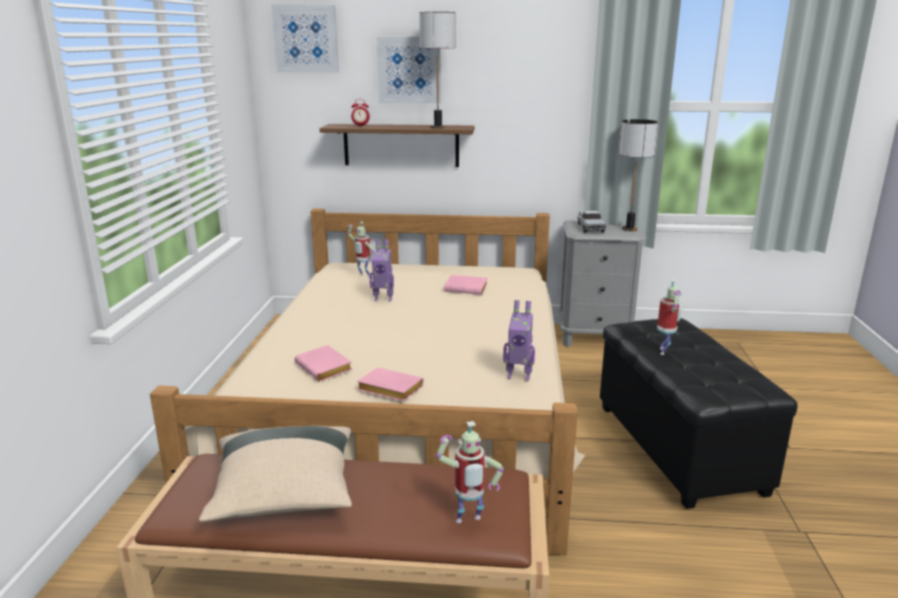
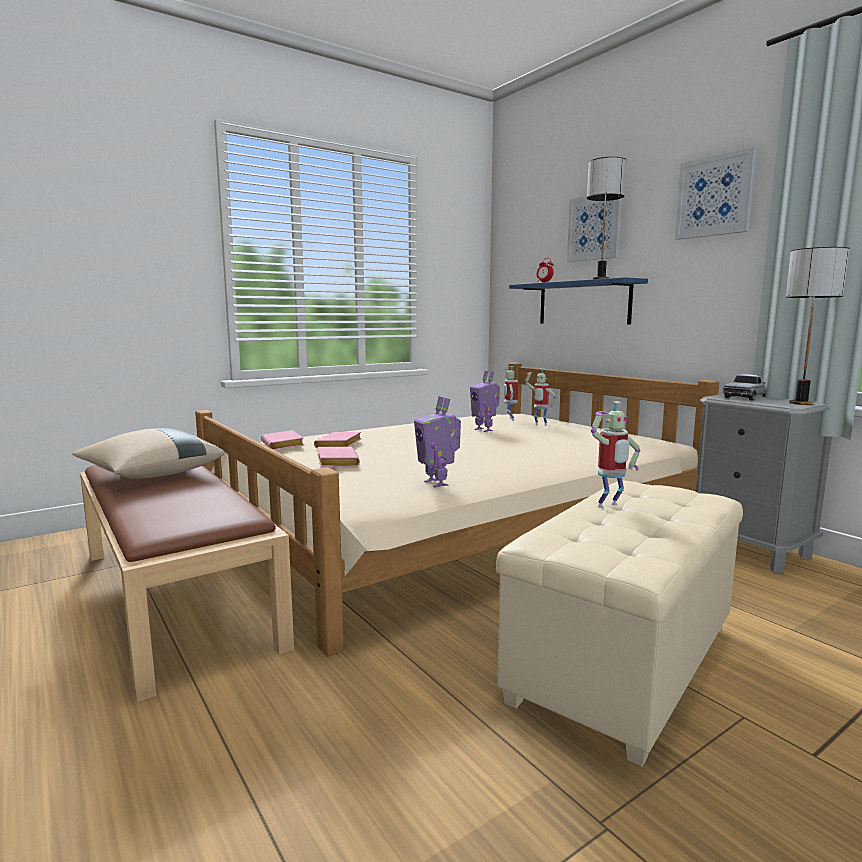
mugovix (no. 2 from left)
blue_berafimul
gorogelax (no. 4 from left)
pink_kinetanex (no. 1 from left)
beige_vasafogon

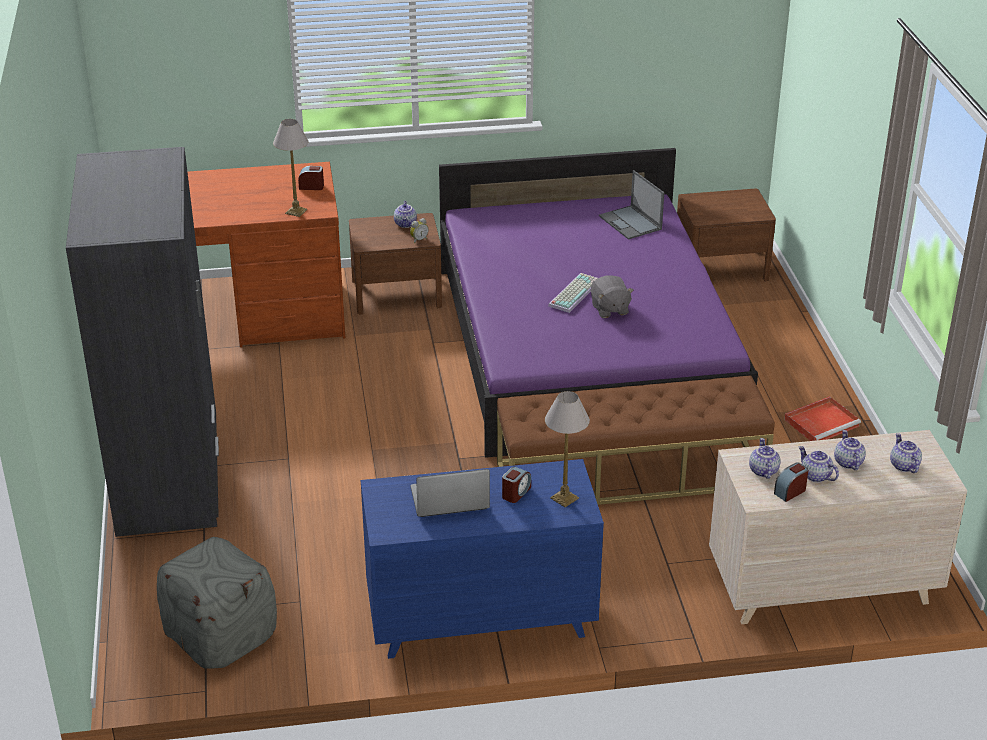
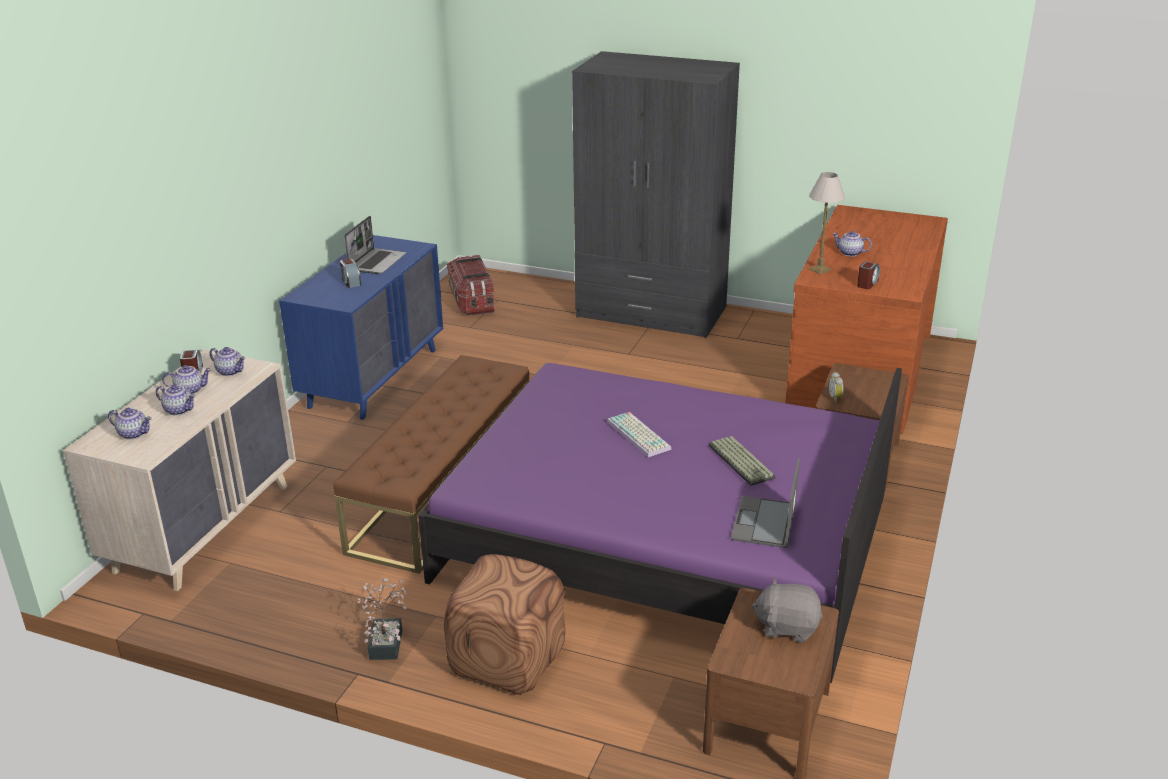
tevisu
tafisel (no. 5 from left)
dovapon (no. 2 from left in the first image)
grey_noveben
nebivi (no. 2 from left)
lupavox
brown_vasafogon
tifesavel (no. 2 from left)

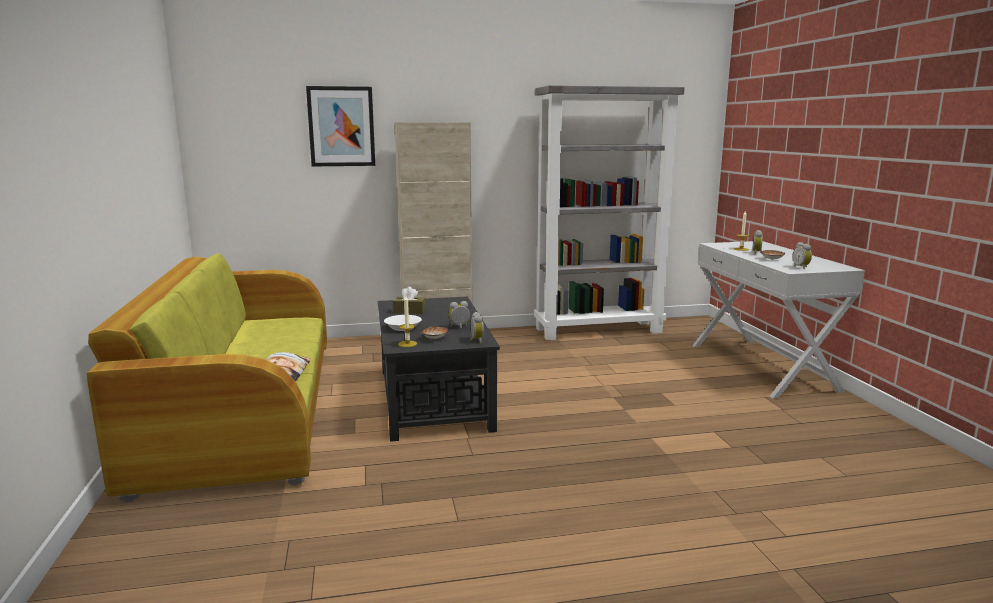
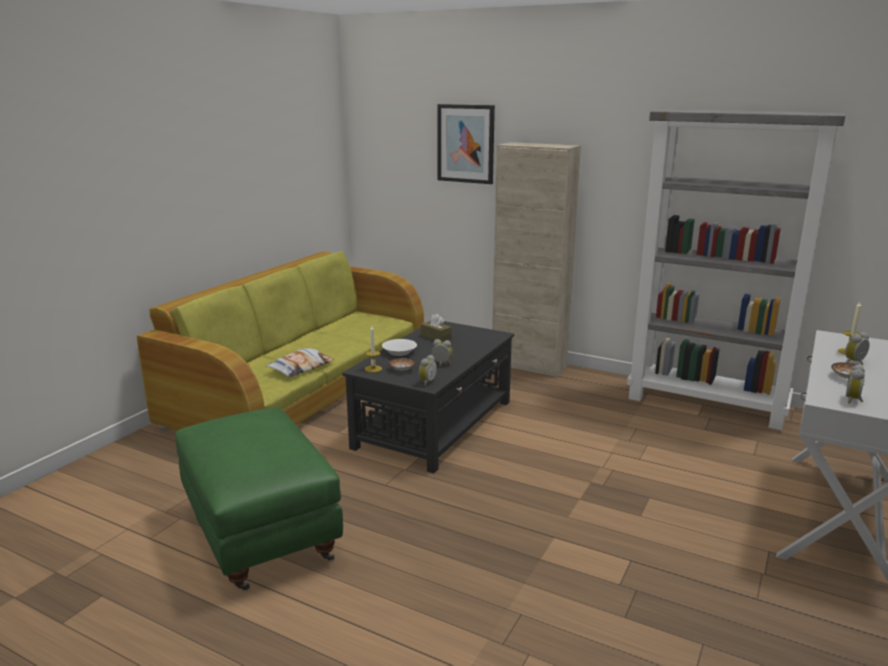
green_vasafogon

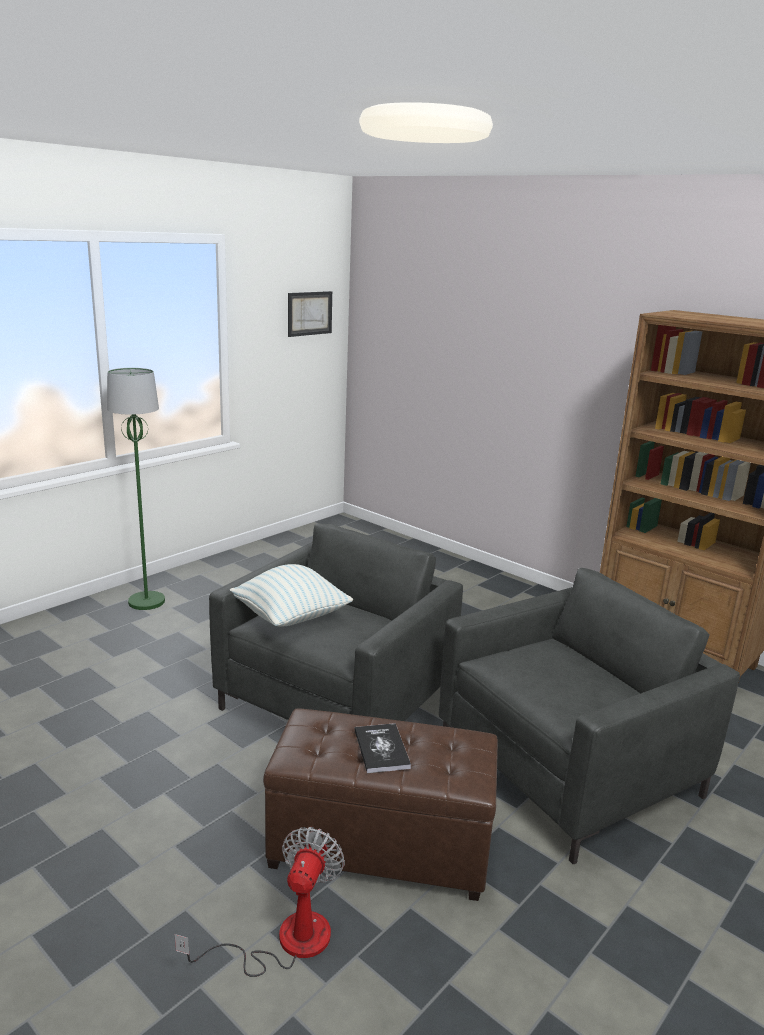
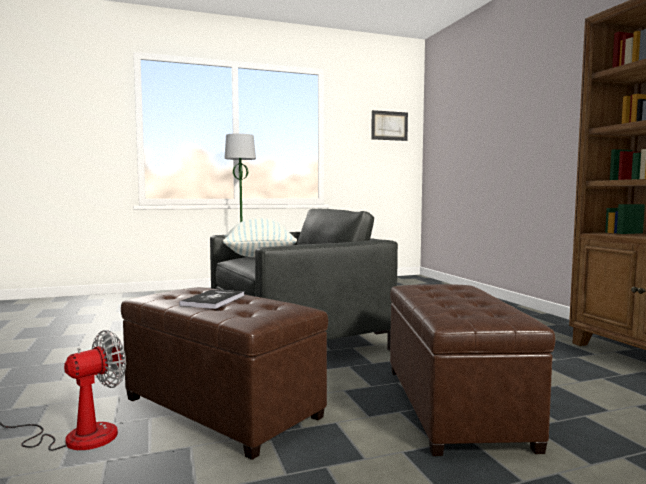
brown_vasafogon (no. 2 from left)

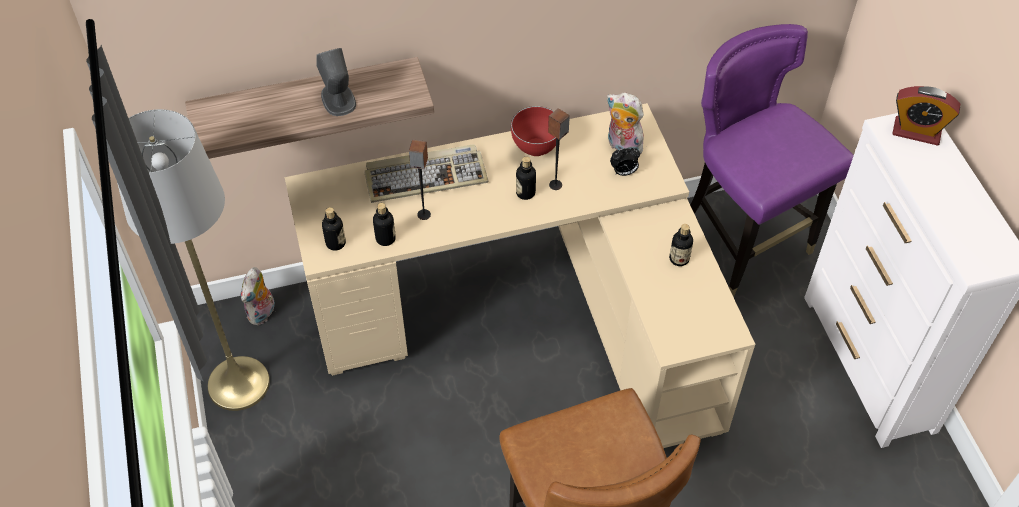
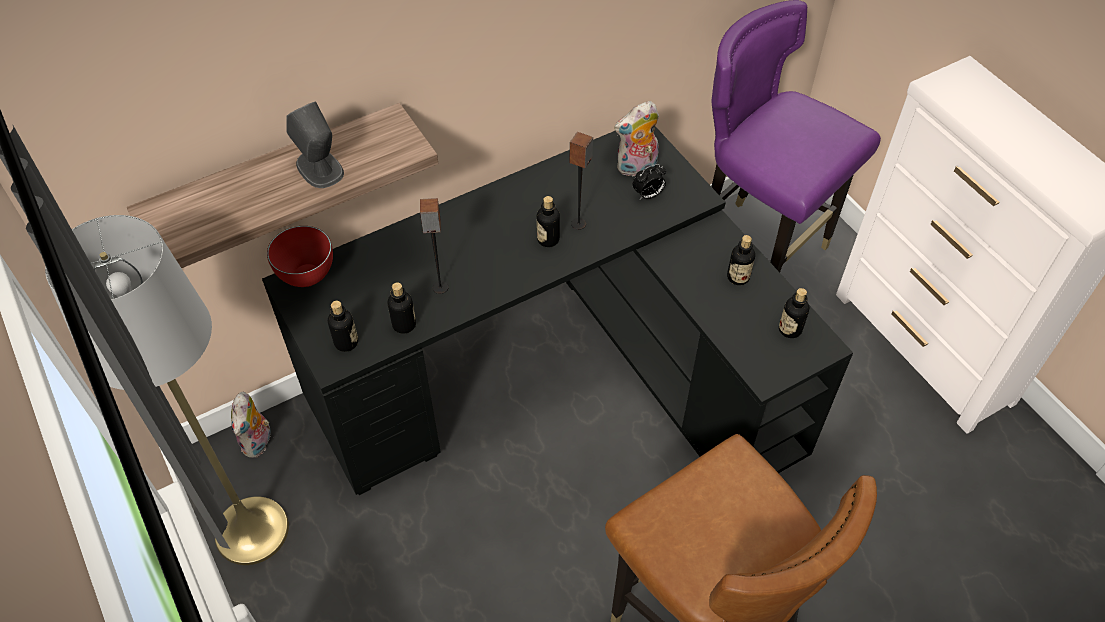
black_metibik
tifesavel
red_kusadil
noveben (no. 2 from left)
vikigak (no. 2 from left in the first image)
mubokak (no. 5 from left)

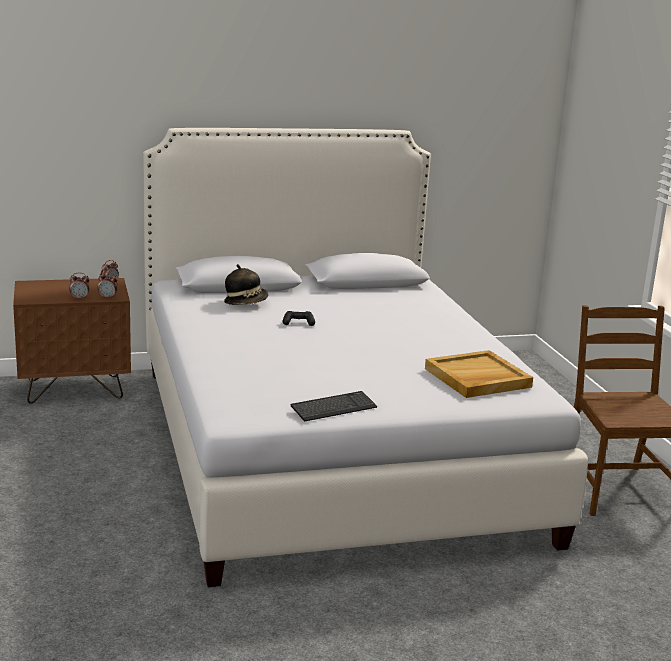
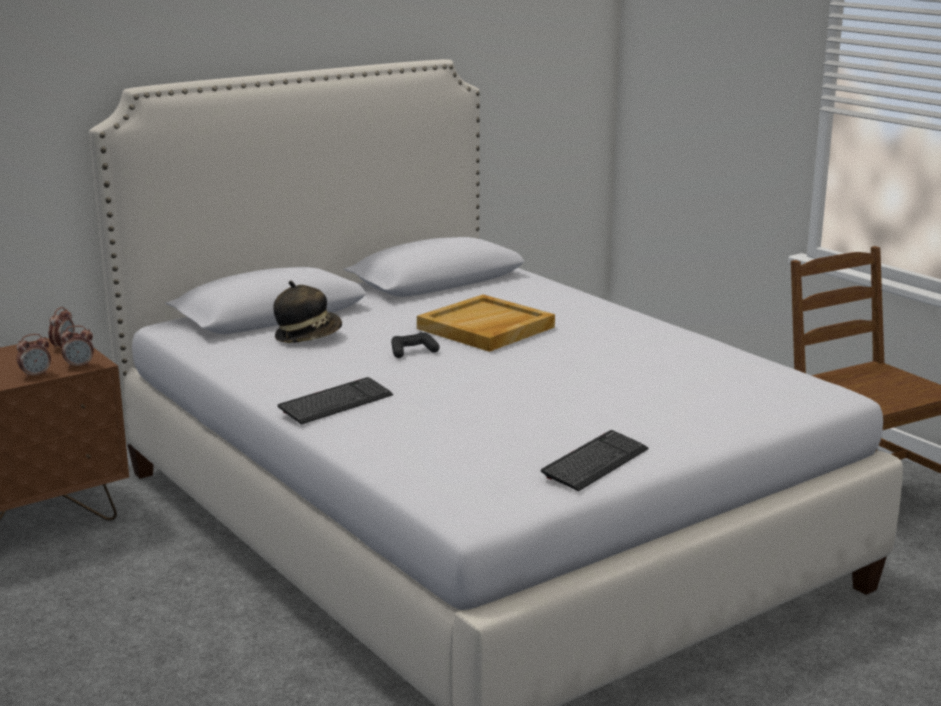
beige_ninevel
tifesavel (no. 1 from left)

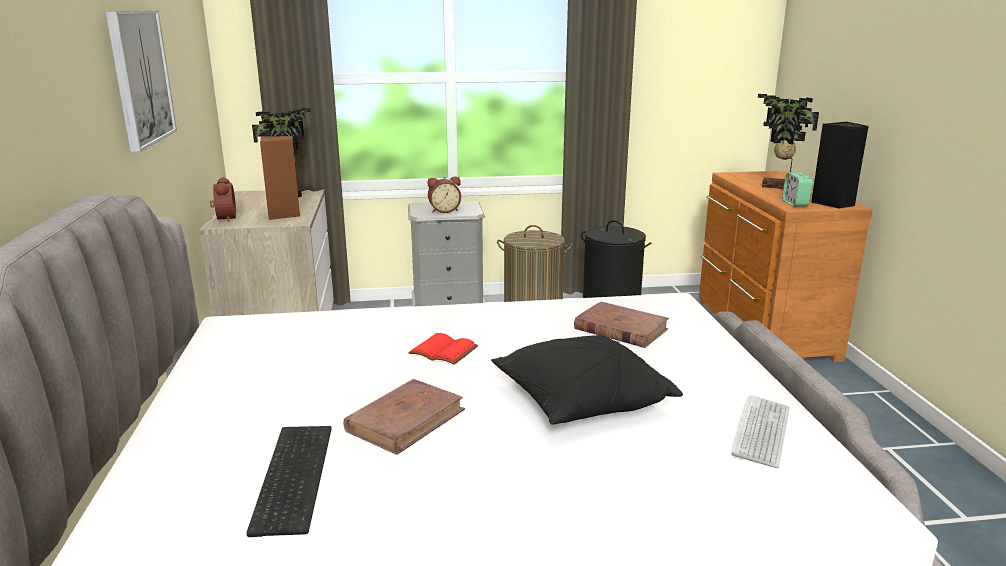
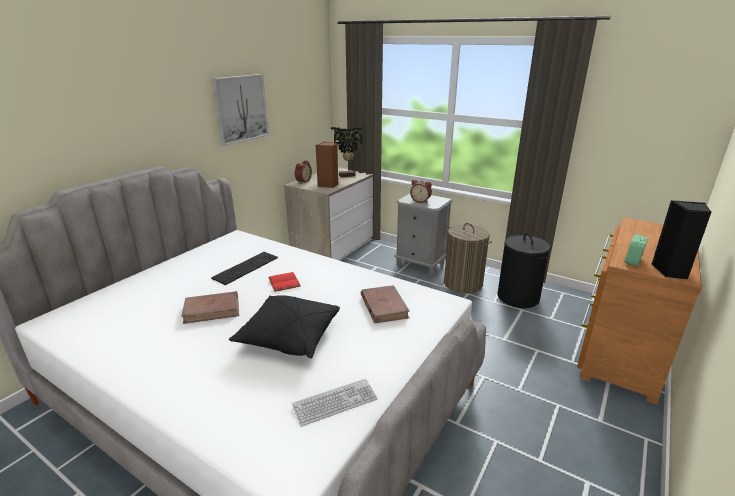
tifesavel (no. 1 from left)
lupavox (no. 2 from left in the first image)

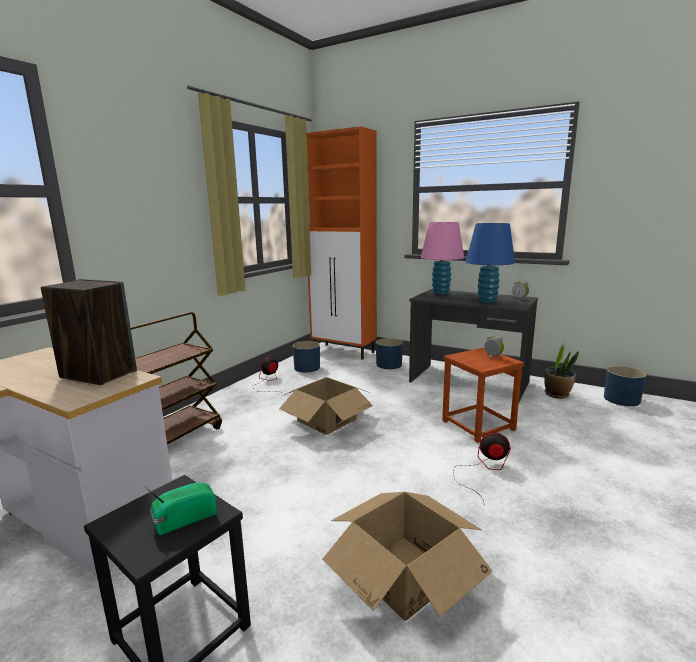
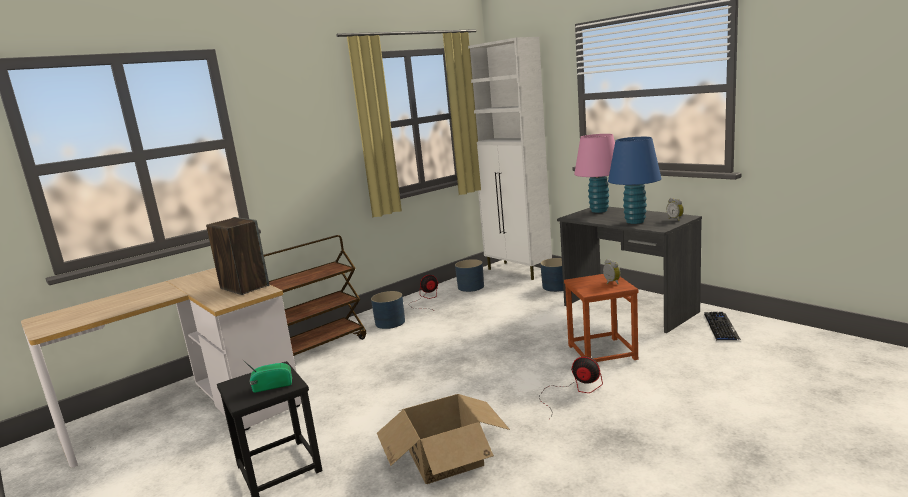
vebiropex (no. 1 from left in the first image)
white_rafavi
tifesavel
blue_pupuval (no. 1 from left)

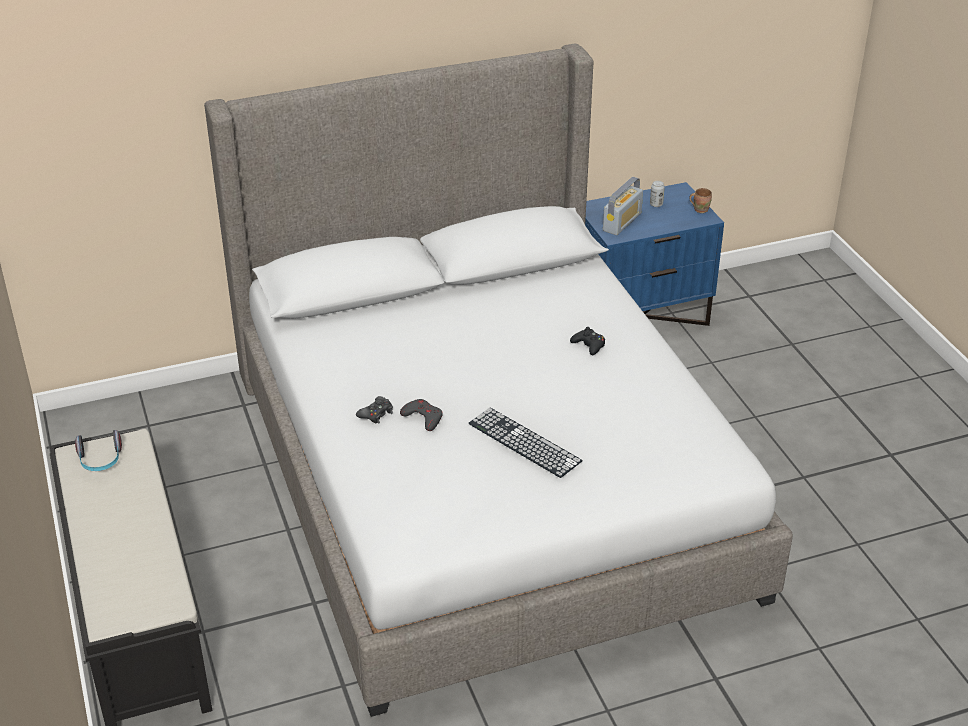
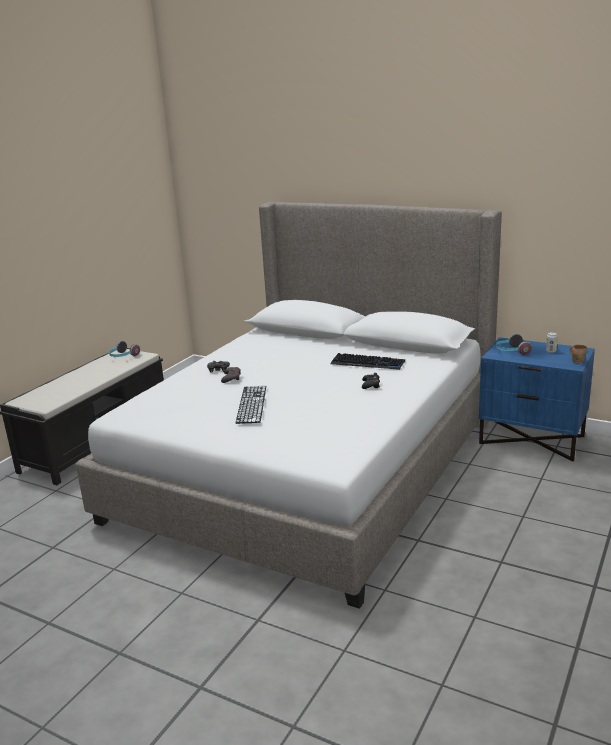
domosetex (no. 2 from left)
tifesavel (no. 2 from left)

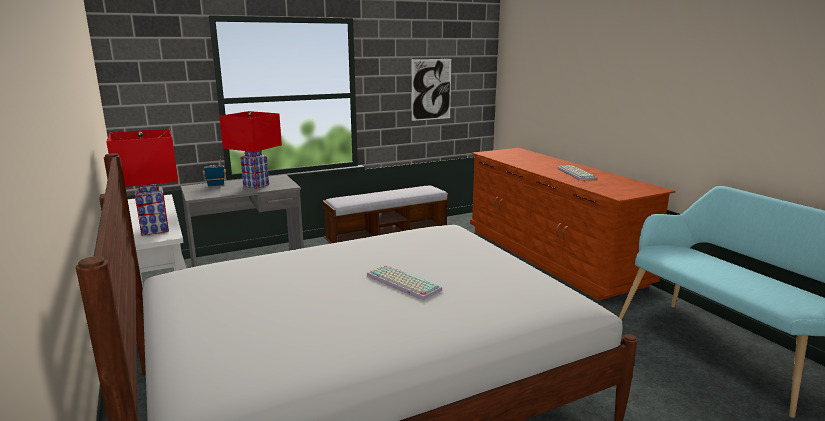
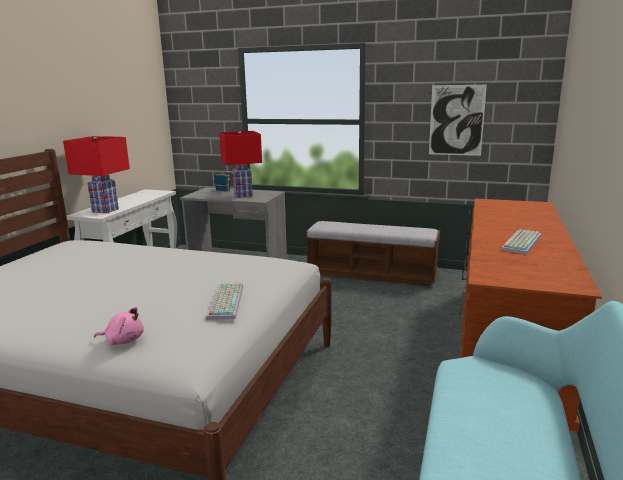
tifesavel (no. 1 from left)
pink_noveben

